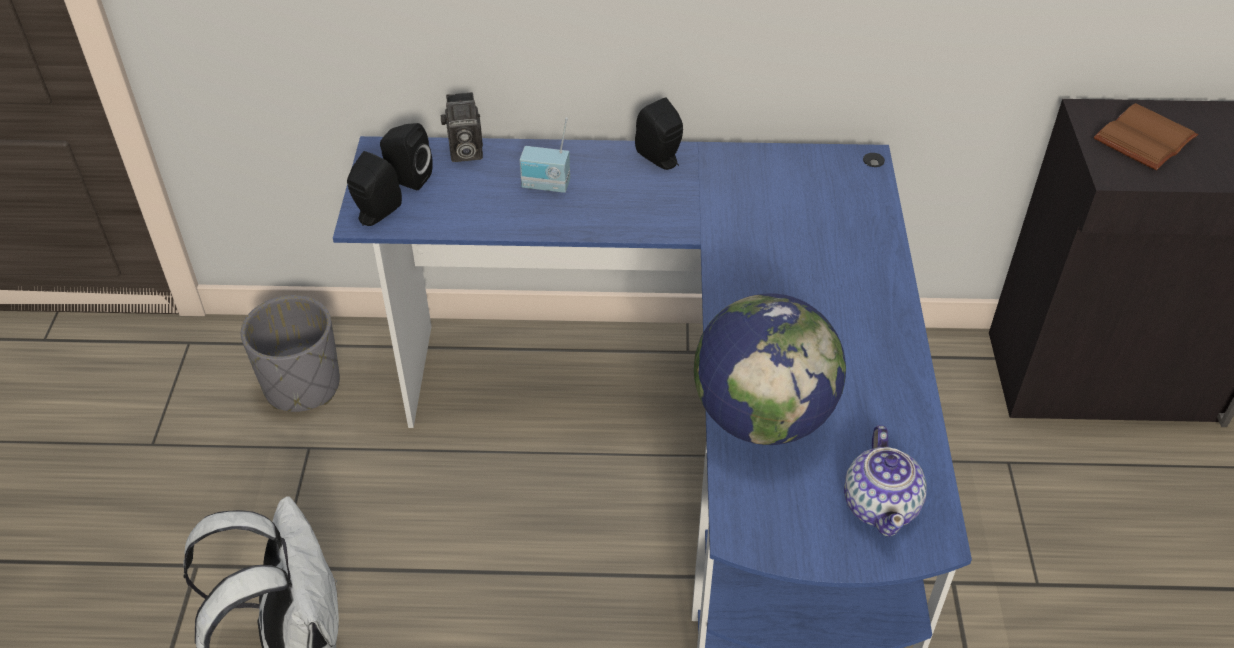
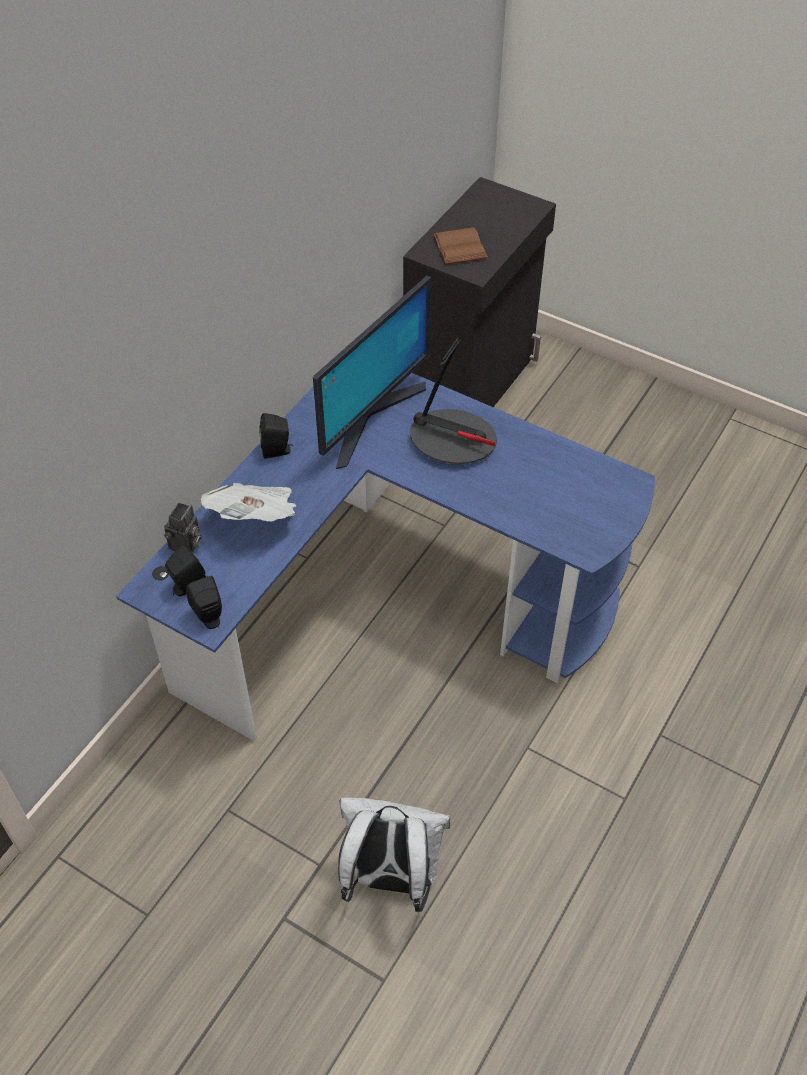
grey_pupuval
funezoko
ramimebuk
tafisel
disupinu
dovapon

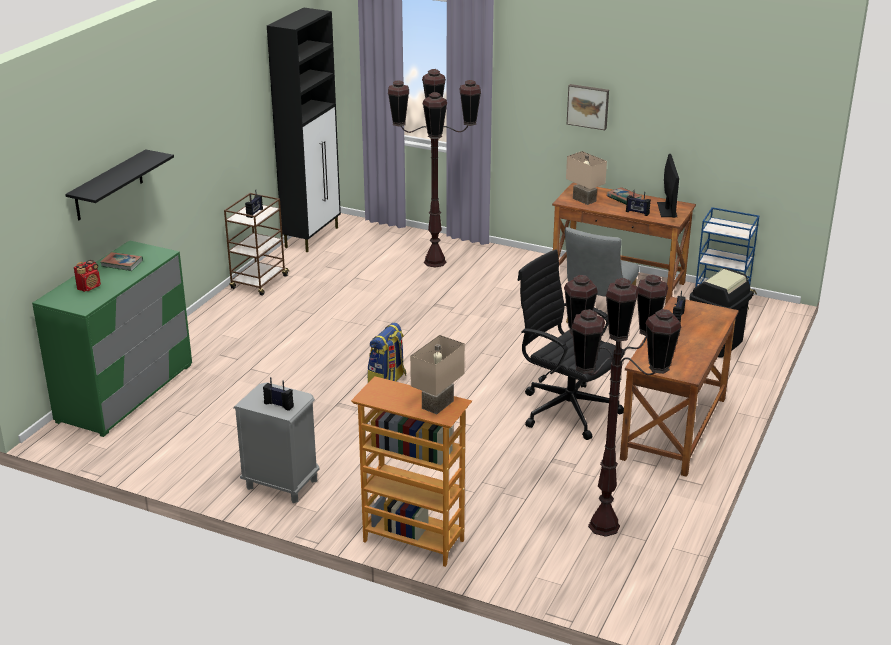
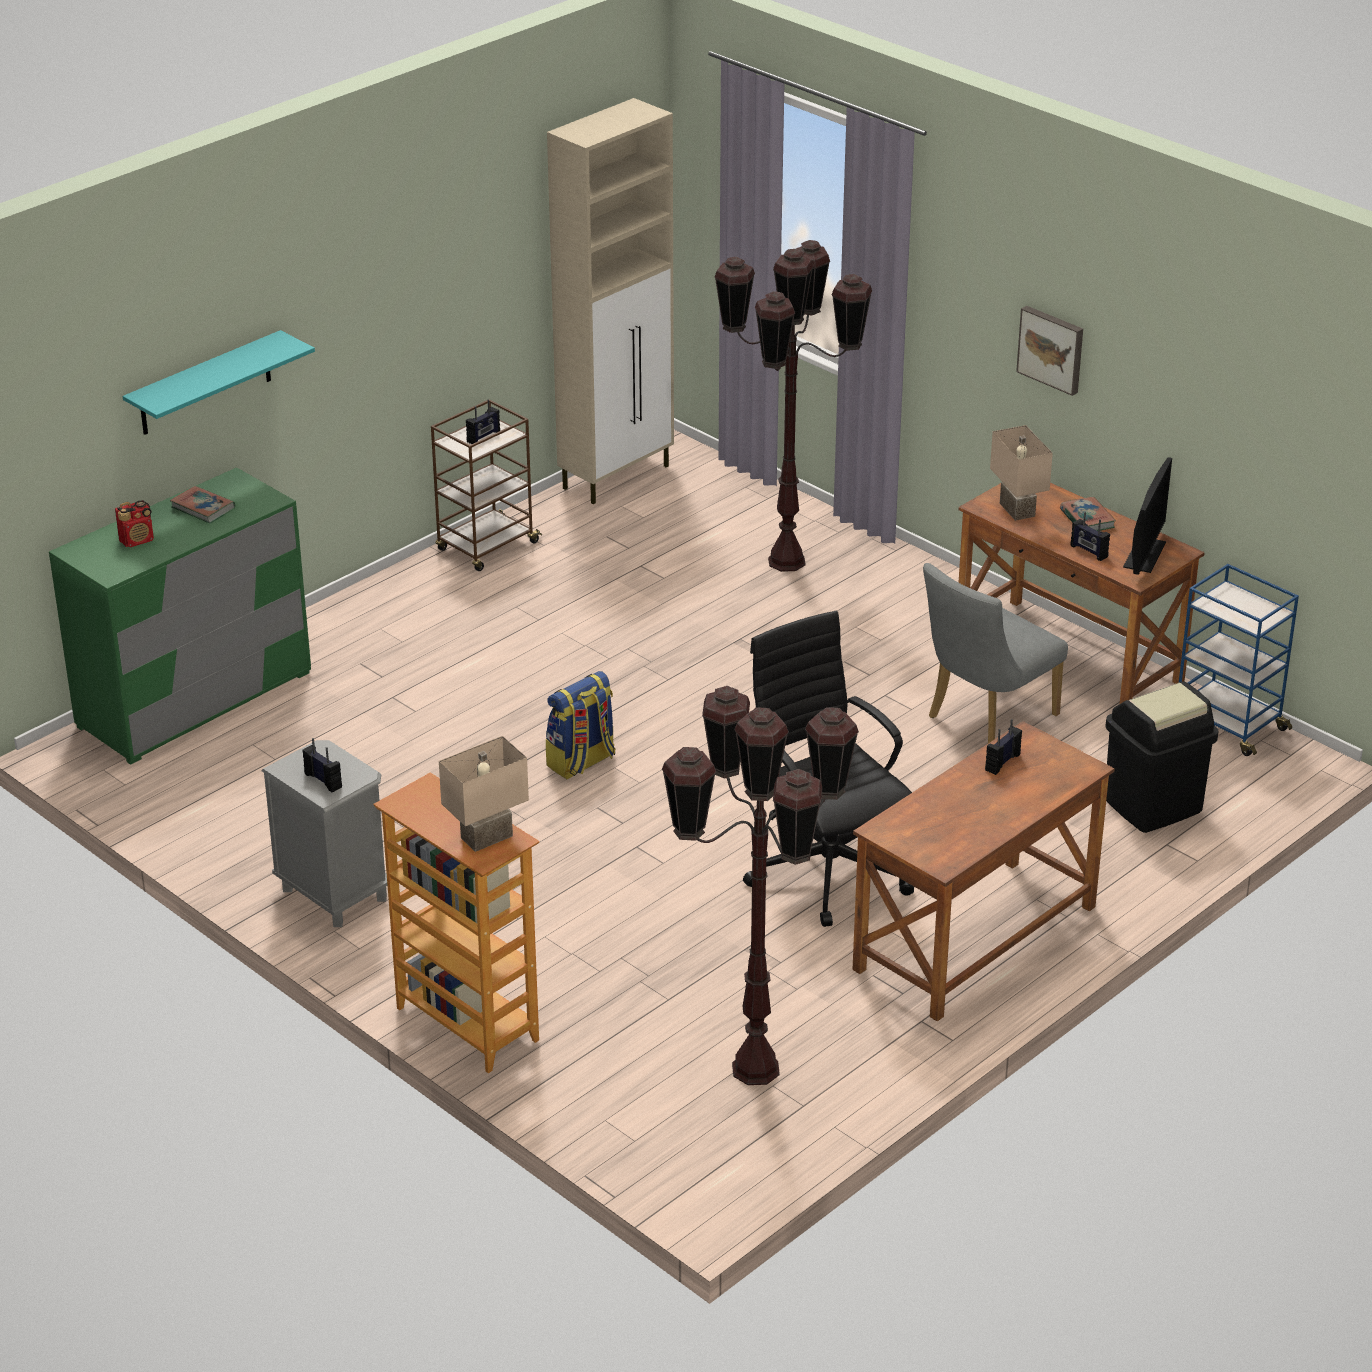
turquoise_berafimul
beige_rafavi

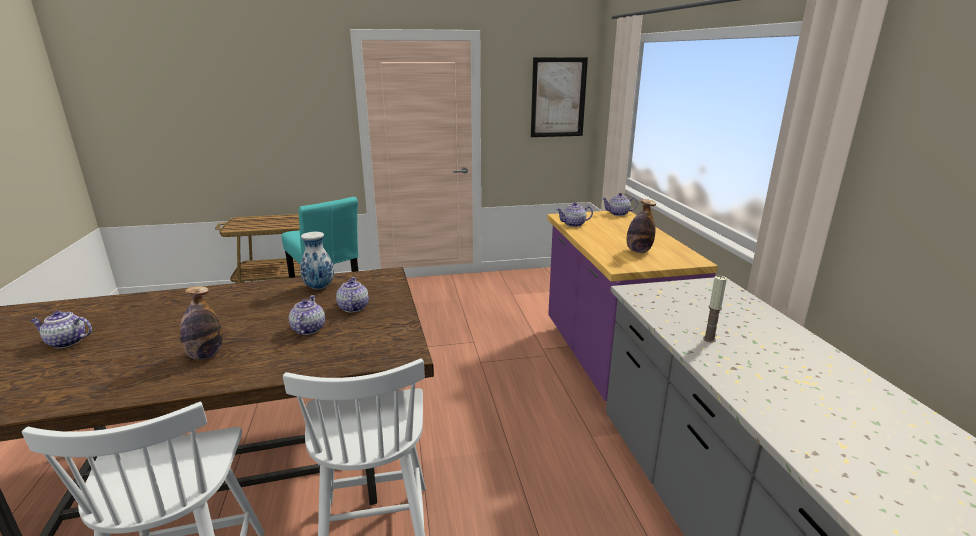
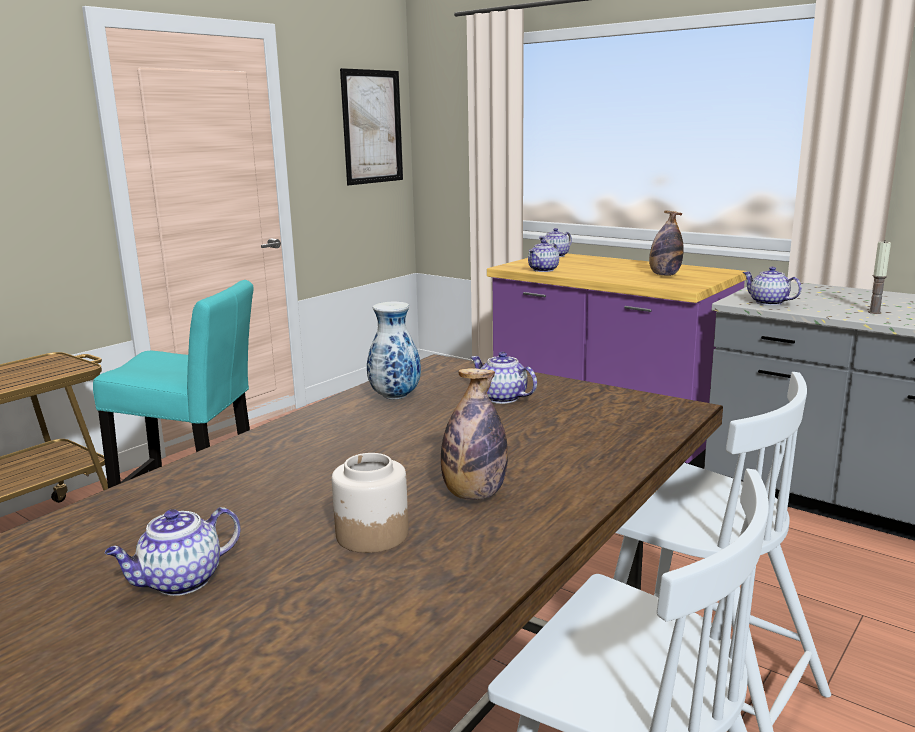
tafisel (no. 5 from left)
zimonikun

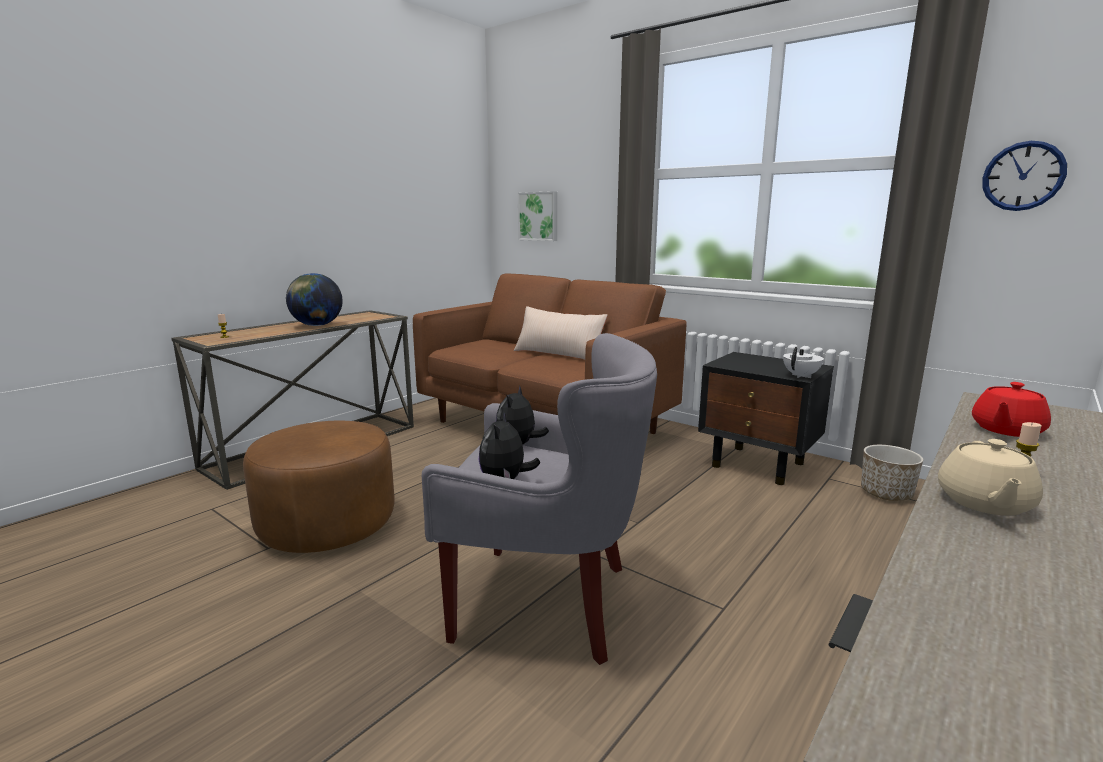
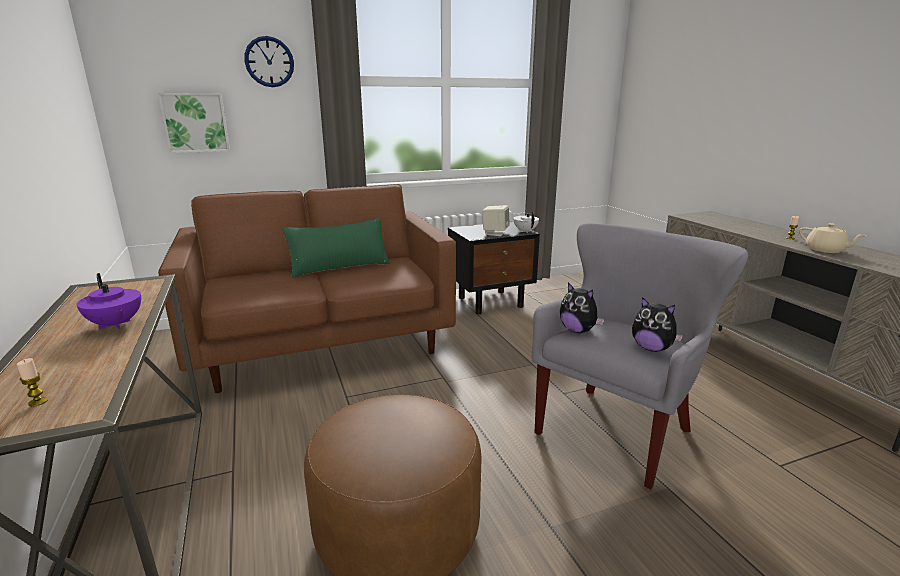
purple_tafisel
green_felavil
pupuval
red_tafisel
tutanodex
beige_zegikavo

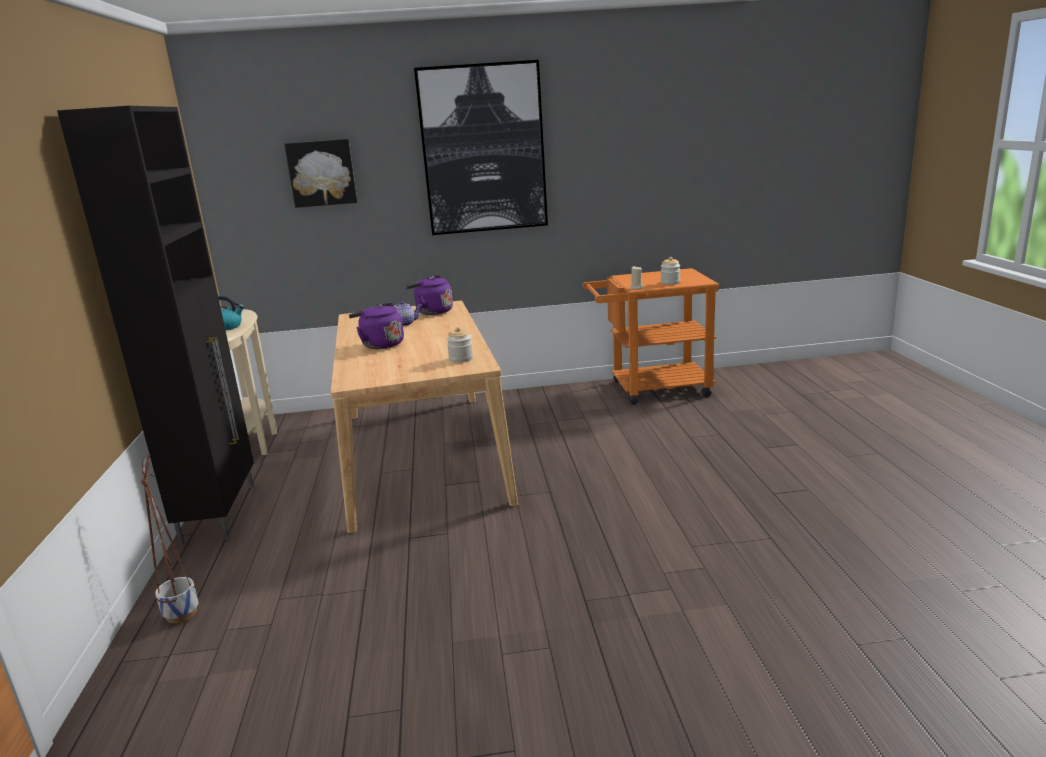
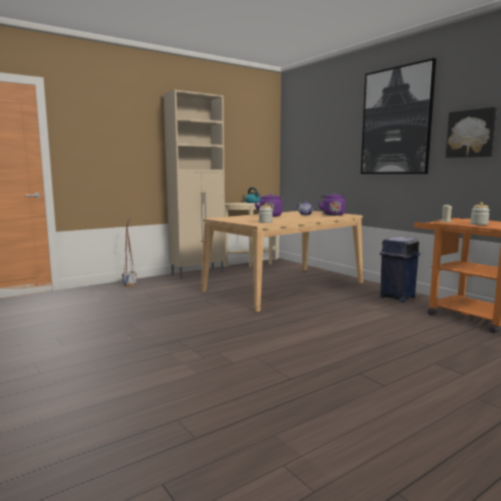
beige_rafavi
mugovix (no. 2 from left)
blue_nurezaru

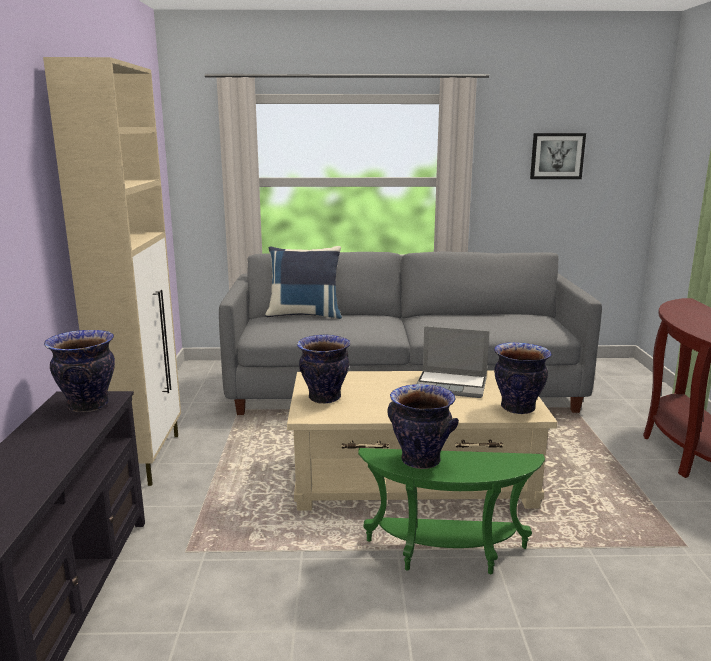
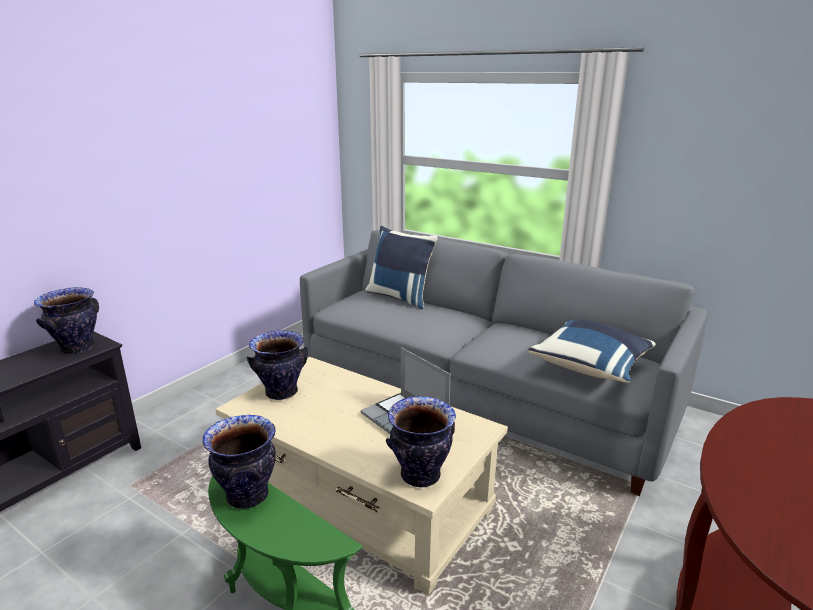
beige_rafavi
mugovix
blue_felavil (no. 2 from left)

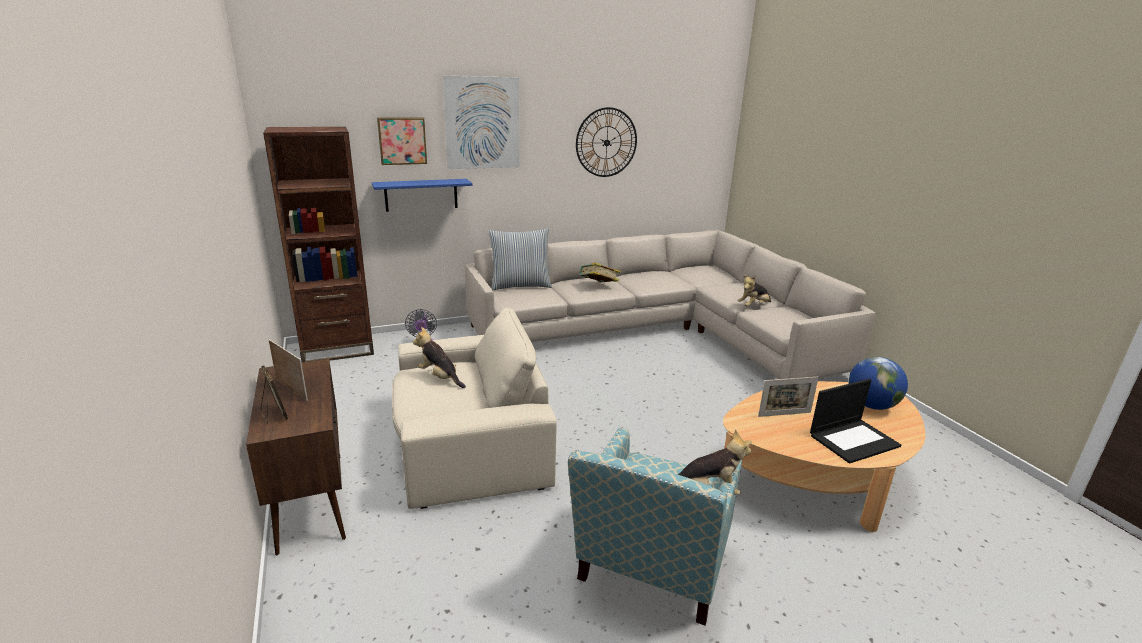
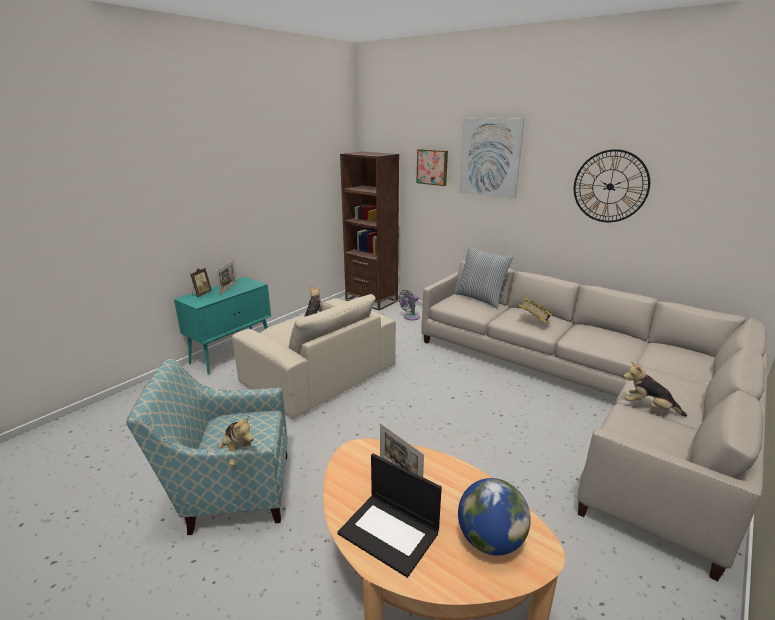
turquoise_rafavi
blue_berafimul

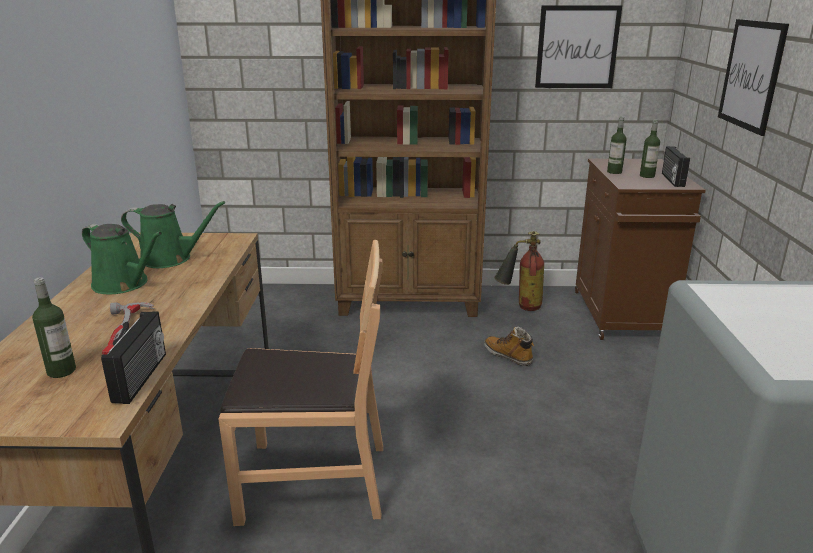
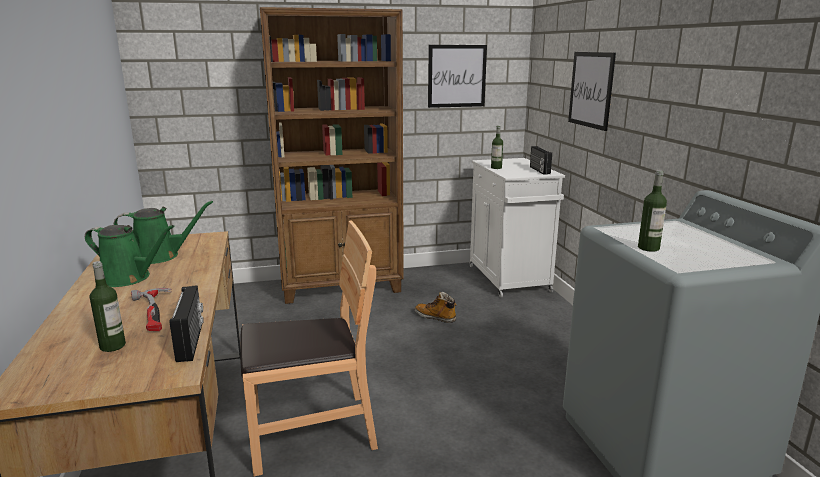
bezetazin
white_rafavi
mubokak (no. 3 from left)

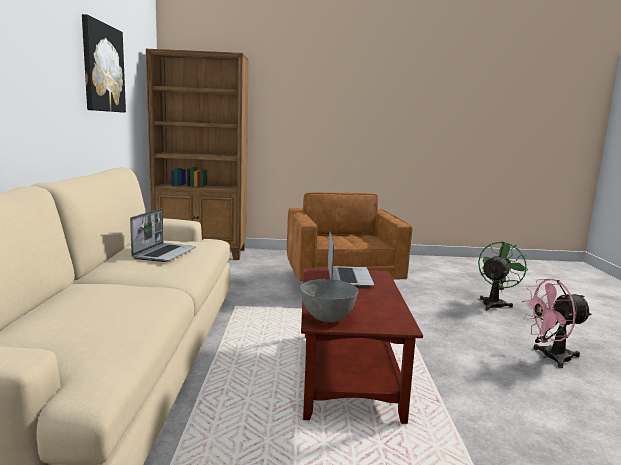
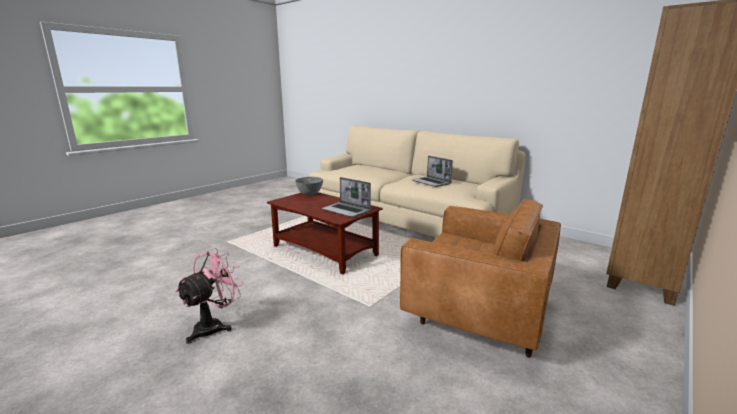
mugovix
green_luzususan

